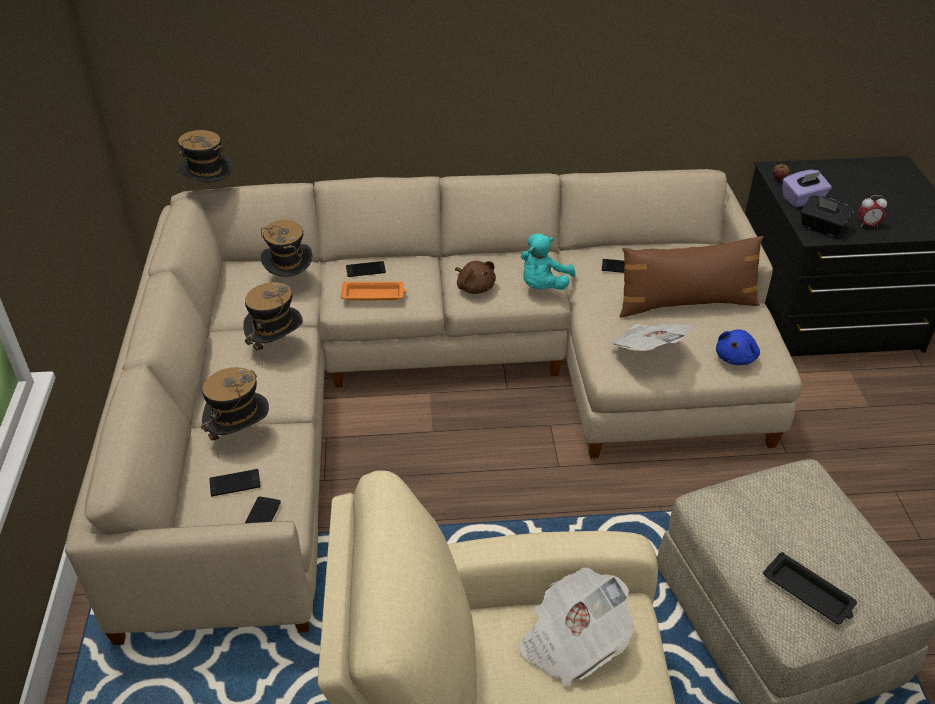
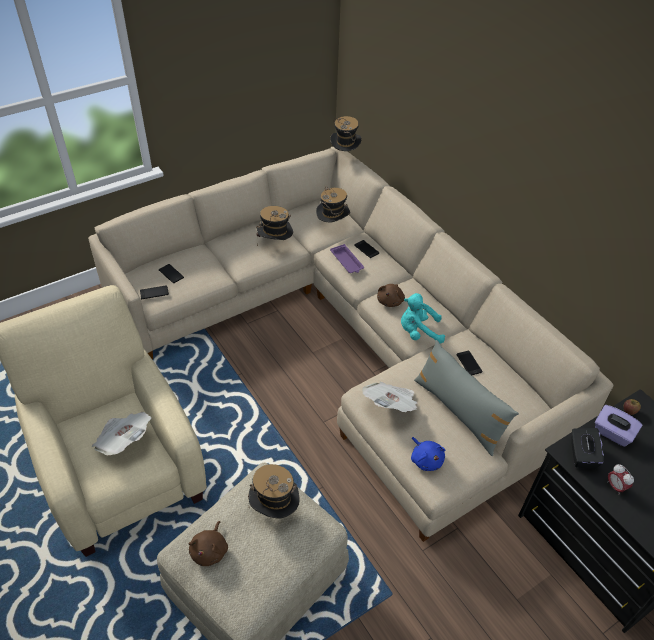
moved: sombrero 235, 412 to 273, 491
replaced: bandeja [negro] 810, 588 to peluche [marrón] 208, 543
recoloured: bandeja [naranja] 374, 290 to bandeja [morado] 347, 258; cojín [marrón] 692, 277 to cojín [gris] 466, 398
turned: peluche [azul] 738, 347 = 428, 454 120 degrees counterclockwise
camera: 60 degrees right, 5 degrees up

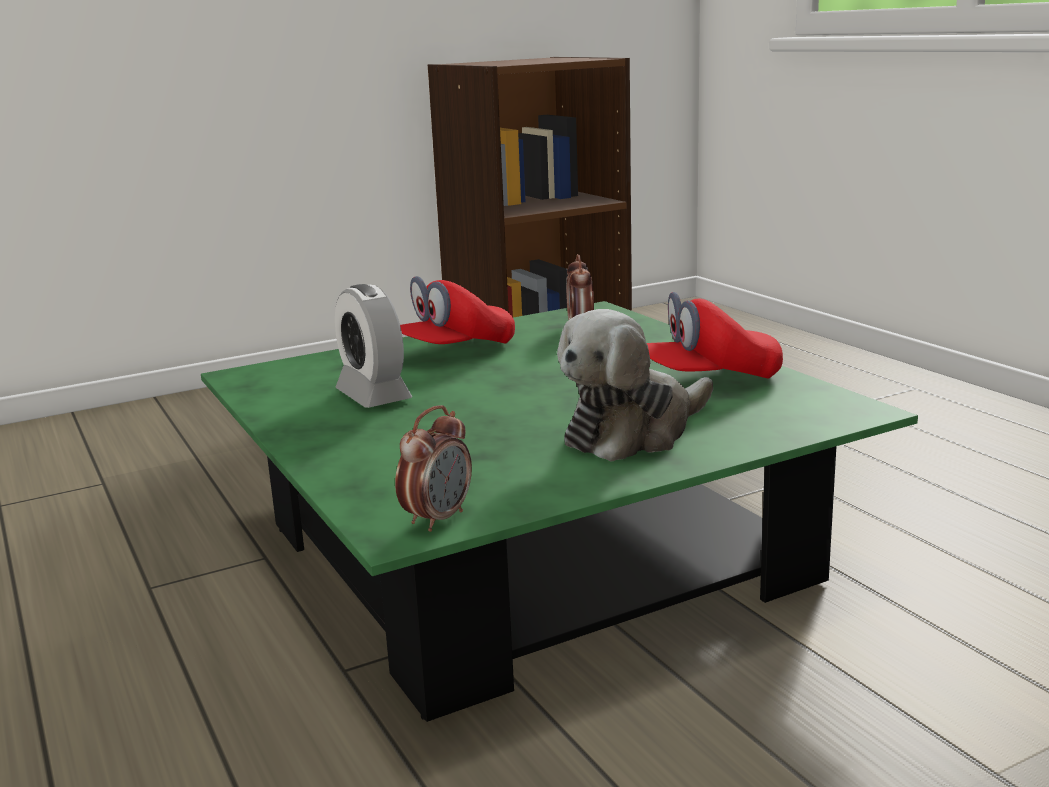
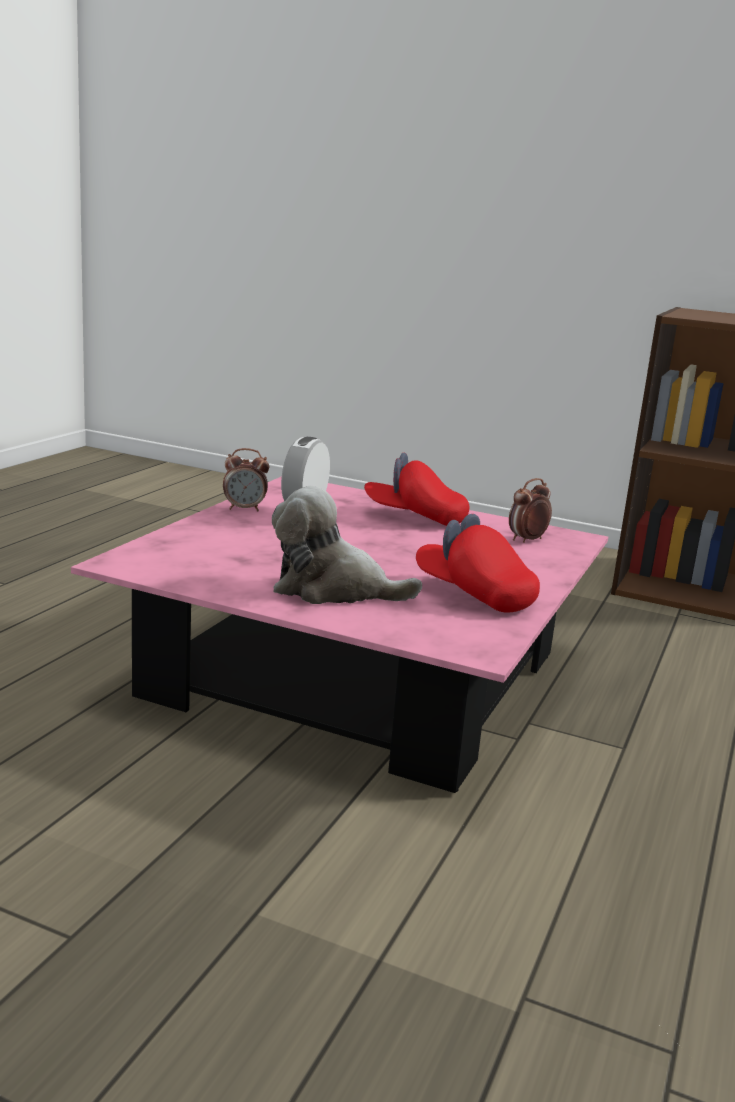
moved: despertador 433, 468 to 246, 479
recoloured: mesa de centro [verde] 559, 511 to mesa de centro [rosa] 339, 634
camera: 50 degrees right, 0 degrees up

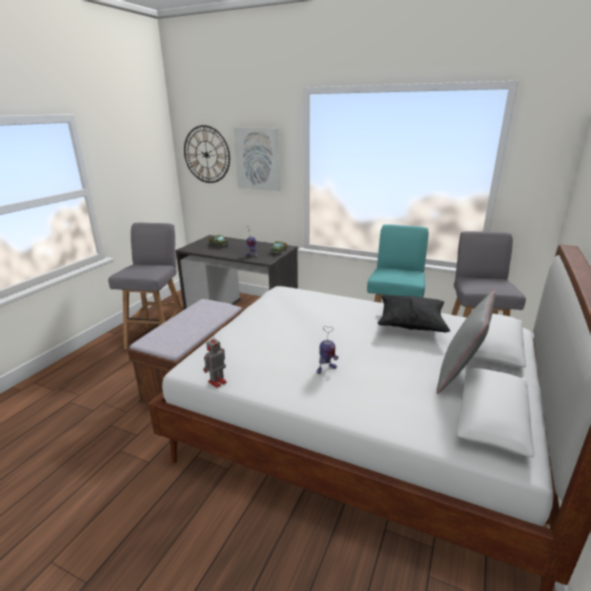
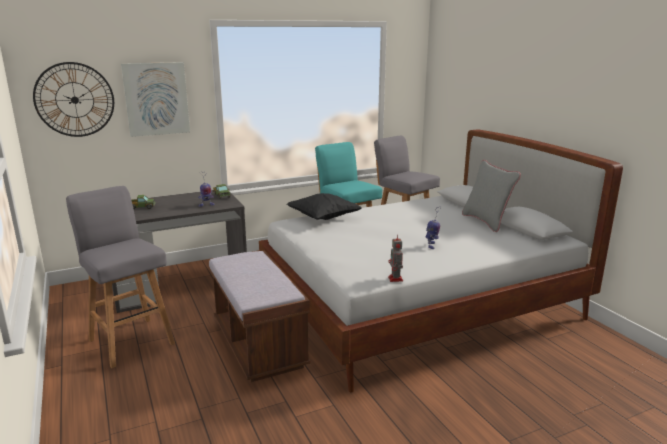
moved: cojín [negro] 414, 313 to 324, 206
camera: 50 degrees left, 5 degrees down

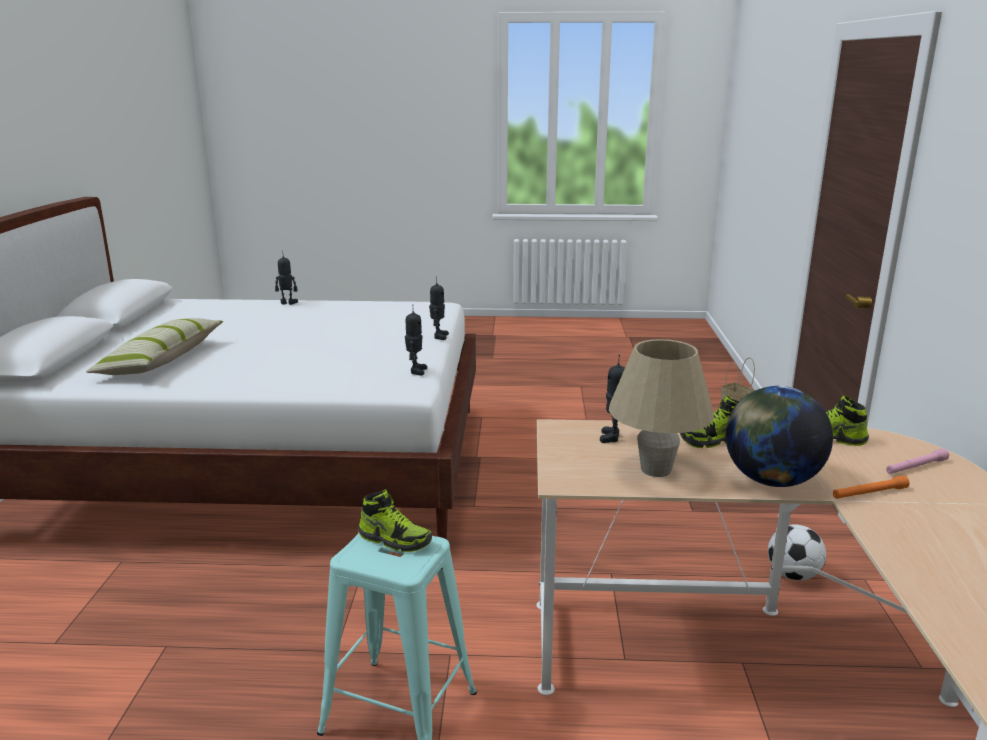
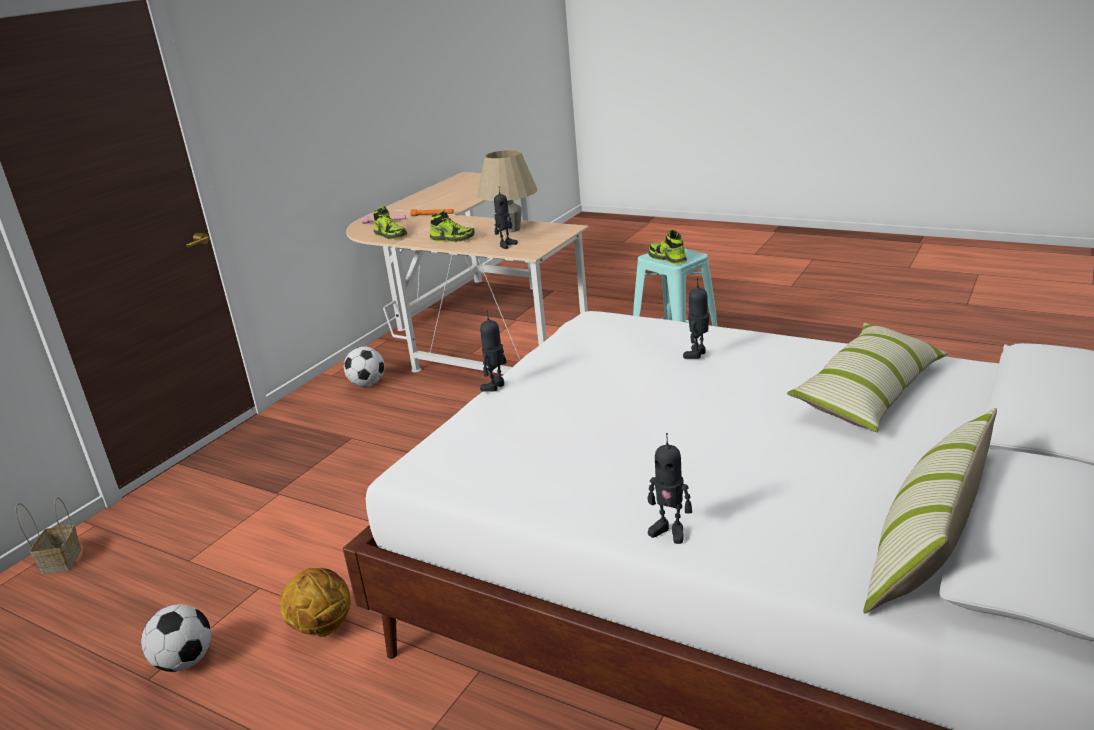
removed: globo terráqueo 779, 436
added: balón de fútbol 176, 638; balón de baloncesto 315, 602; cojín 930, 511
moved: robot de juguete 416, 340 to 696, 318
camera: 150 degrees left, 5 degrees up

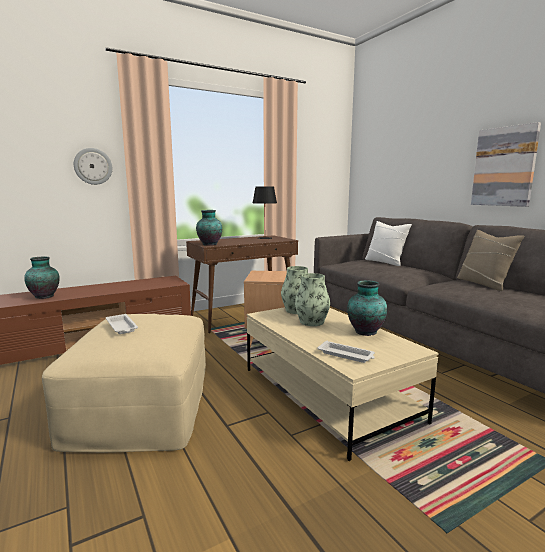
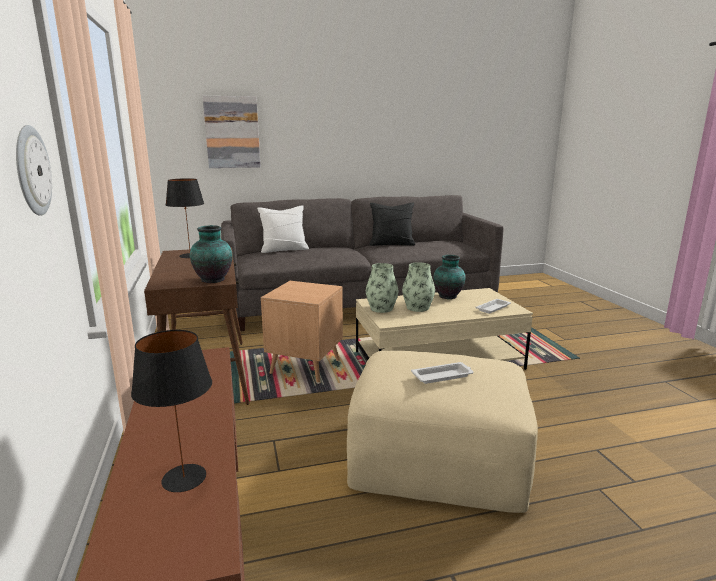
moved: cuadro 506, 164 to 232, 132
replaced: florero 42, 278 to lámpara de mesa [negro] 171, 411
recoloured: cojín [beis] 490, 260 to cojín [negro] 392, 224
camera: 75 degrees left, 5 degrees up

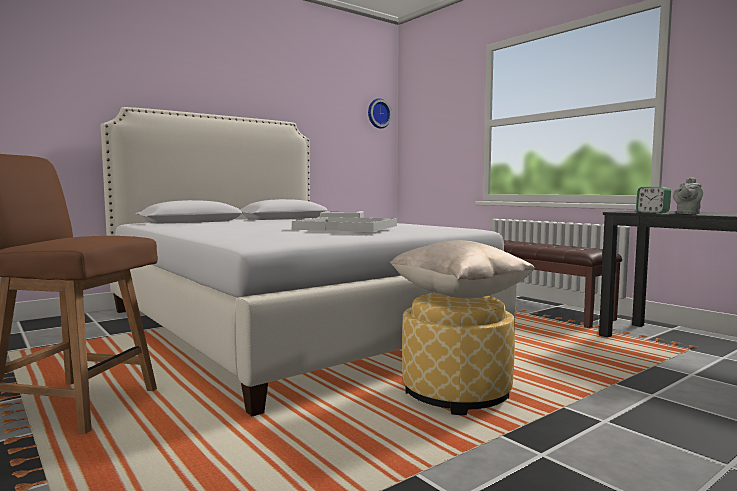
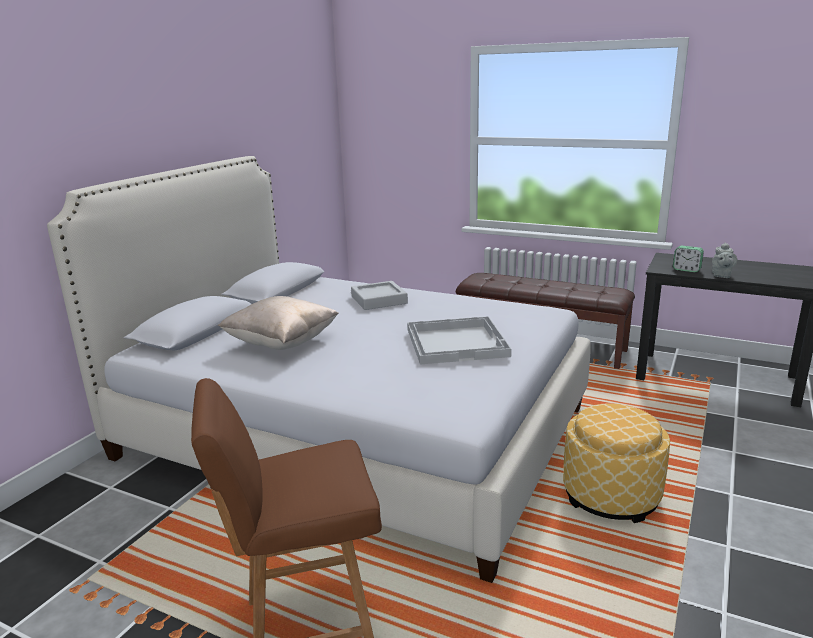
removed: reloj de pared 380, 113
moved: cojín [beis] 462, 269 to 278, 323
camera: 25 degrees left, 15 degrees up

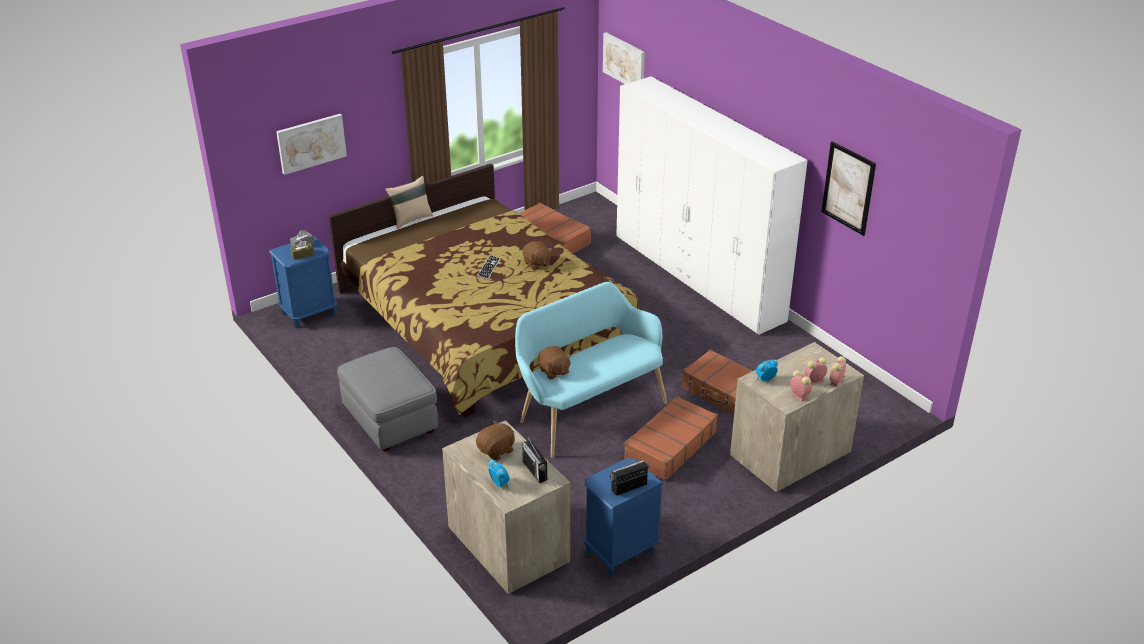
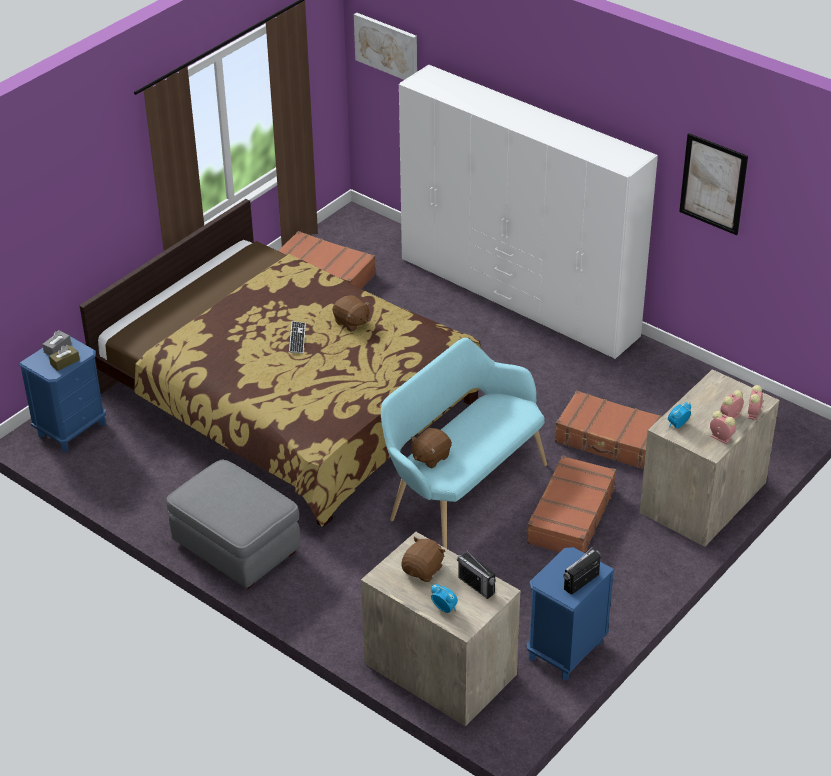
removed: cuadro 311, 144; cojín [beis] 409, 202
turned: peluche [marrón] 554, 362 = 431, 448 90 degrees clockwise
camera: 15 degrees left, 5 degrees up

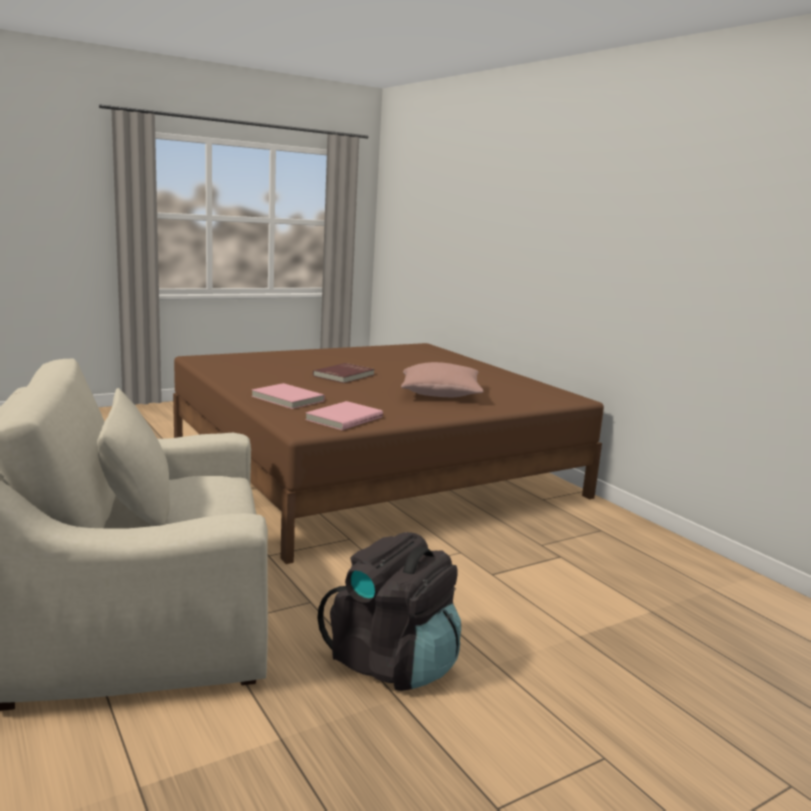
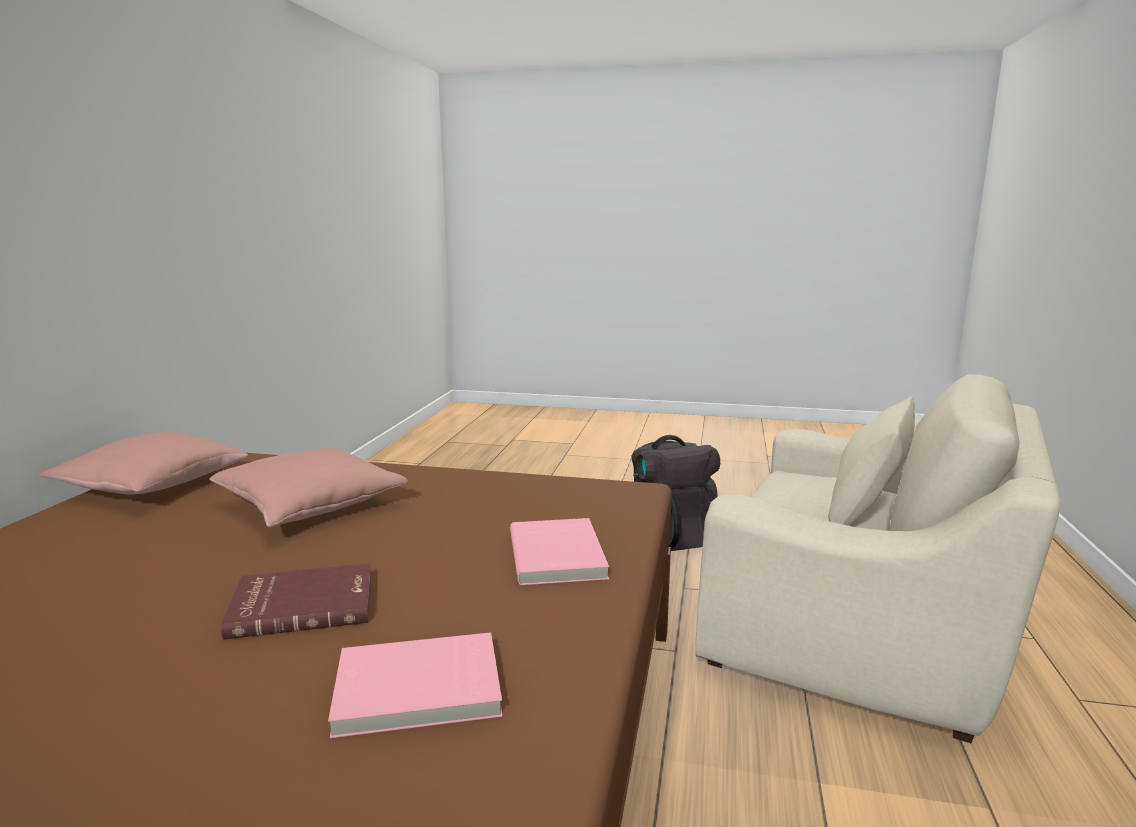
added: cojín [rosa] 143, 463
moved: libro [rosa] 344, 415 to 415, 685
camera: 135 degrees left, 0 degrees up

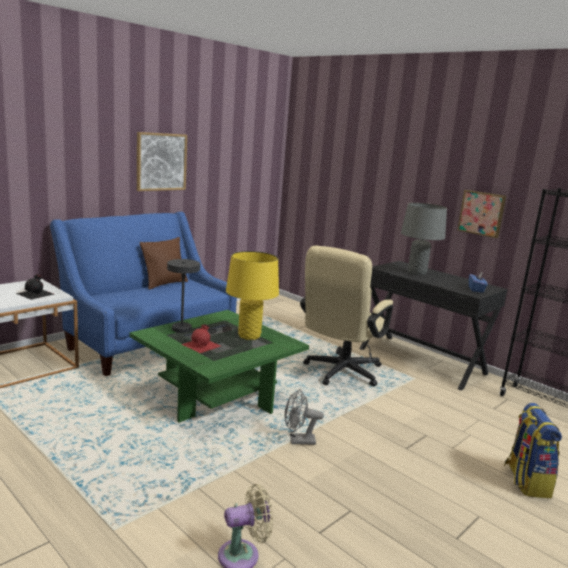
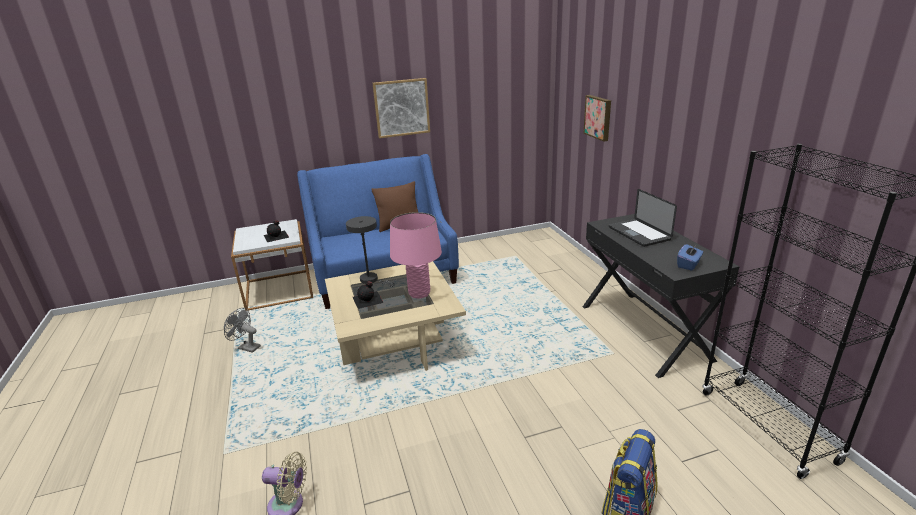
removed: silla de oficina [beis] 346, 316
moved: ventilador [gris] 304, 417 to 242, 330; cuadro 482, 214 to 597, 118
replaced: lámpara de mesa [gris] 424, 239 to portátil 643, 218
recoloured: mesa de centro [verde] 219, 366 to mesa de centro [beis] 395, 316; botella [rojo] 201, 338 to botella [negro] 368, 295; lámpara de mesa [amarillo] 252, 295 to lámpara de mesa [rosa] 416, 255
camera: 30 degrees right, 10 degrees up

